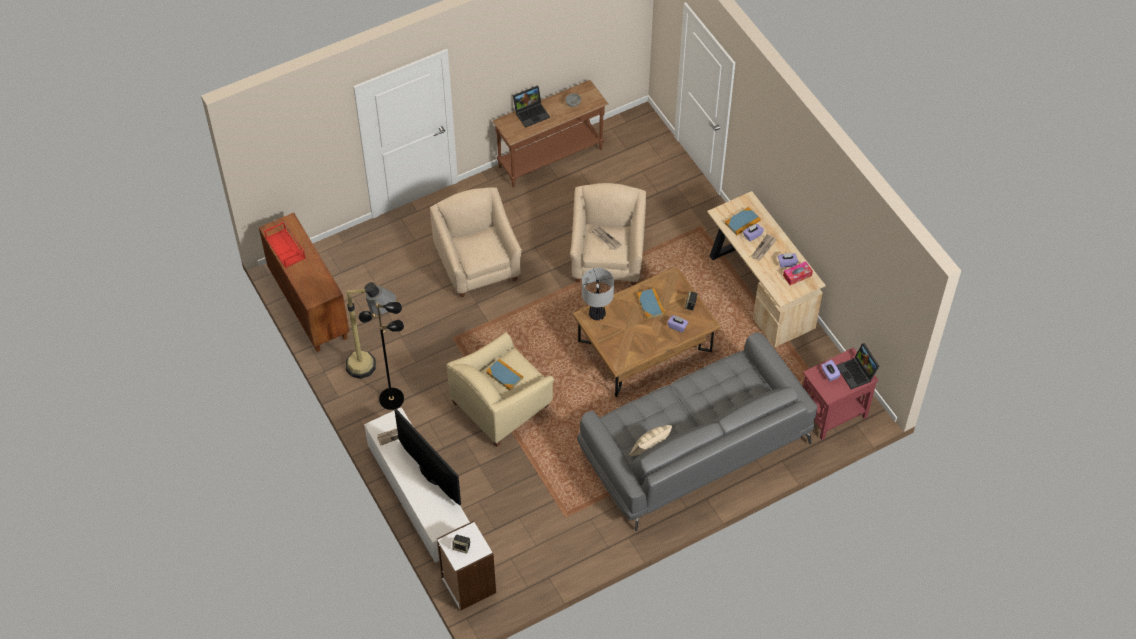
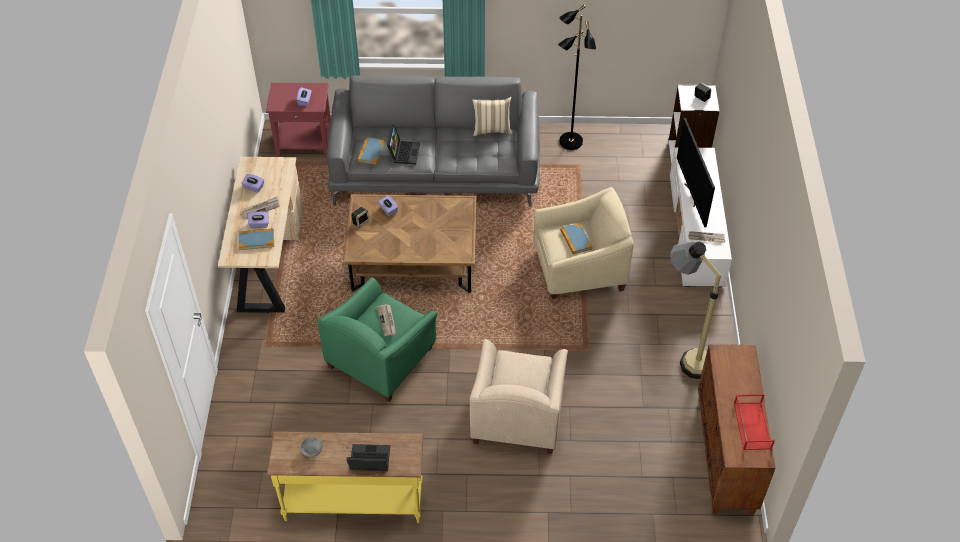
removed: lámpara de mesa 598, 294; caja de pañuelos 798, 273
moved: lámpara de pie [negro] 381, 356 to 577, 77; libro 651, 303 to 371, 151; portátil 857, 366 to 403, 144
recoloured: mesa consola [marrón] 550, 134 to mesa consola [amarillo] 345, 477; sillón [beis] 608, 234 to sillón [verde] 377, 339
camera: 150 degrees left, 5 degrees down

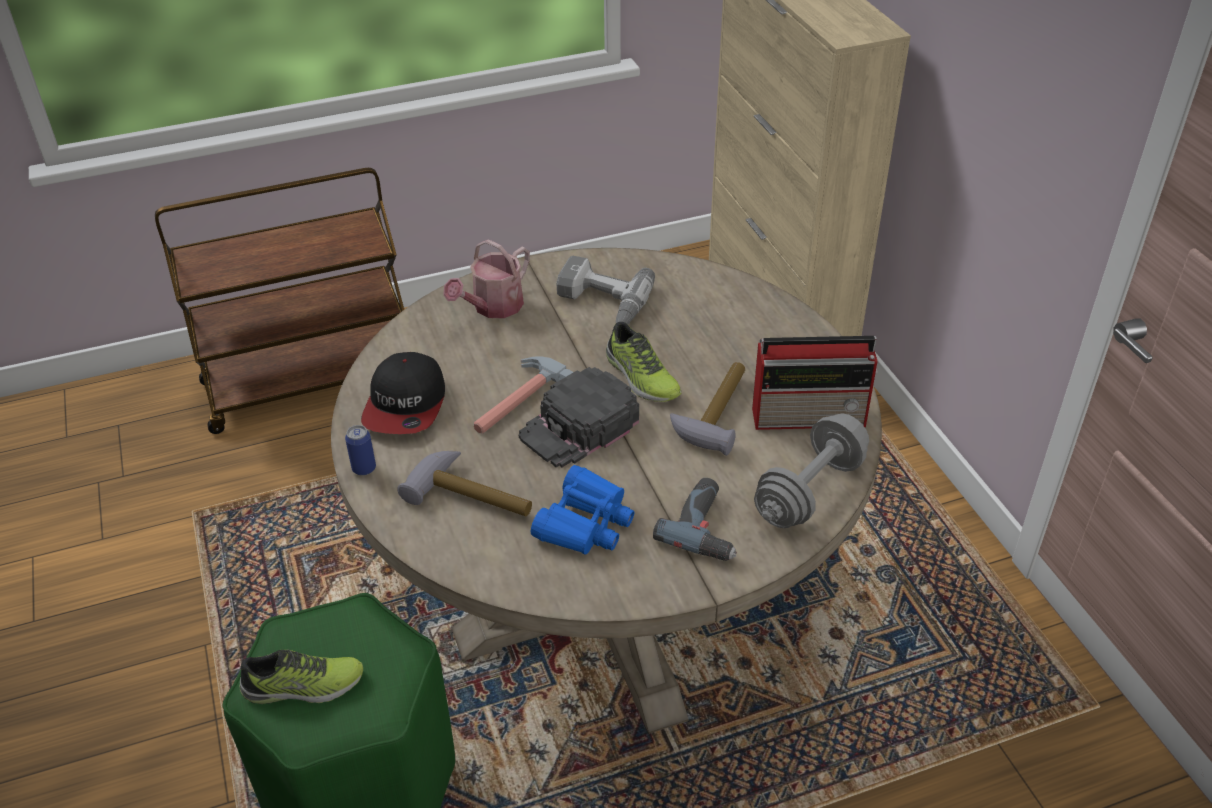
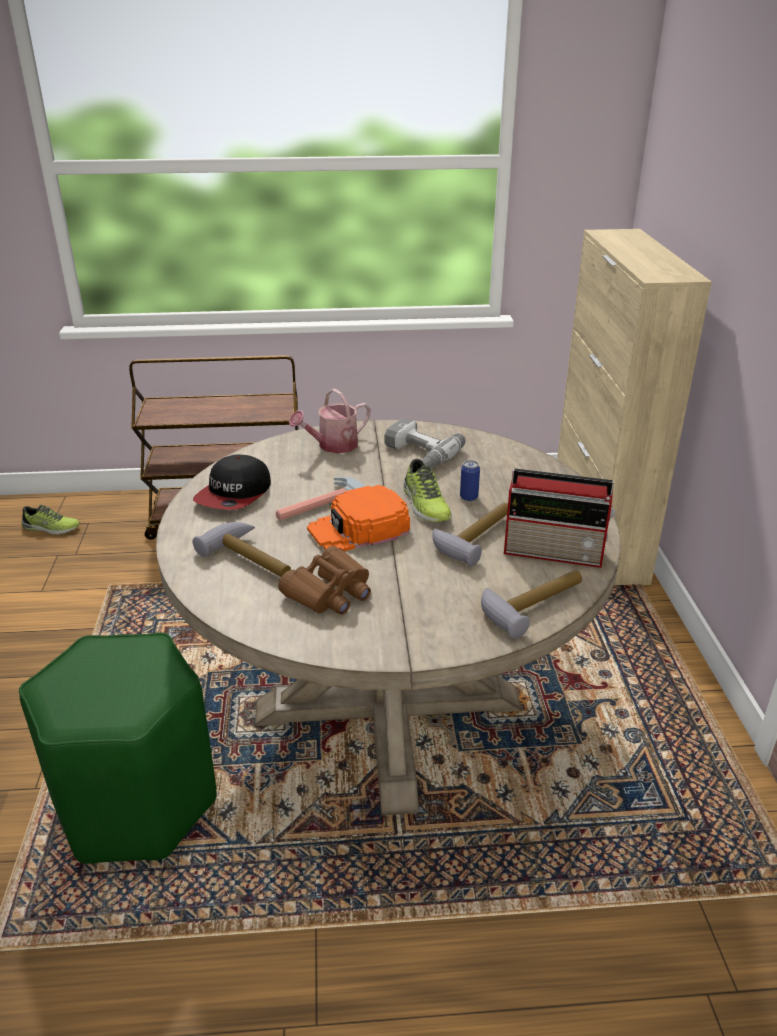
removed: taladro 695, 519
moved: zapato 301, 677 to 51, 520; lata 360, 450 to 470, 480
replaced: mancuerna [gris] 811, 470 to martillo 531, 604
recoloured: gorra [negro] 579, 417 to gorra [naranja] 358, 518; prismáticos [azul] 582, 509 to prismáticos [marrón] 324, 580
camera: 15 degrees right, 10 degrees down

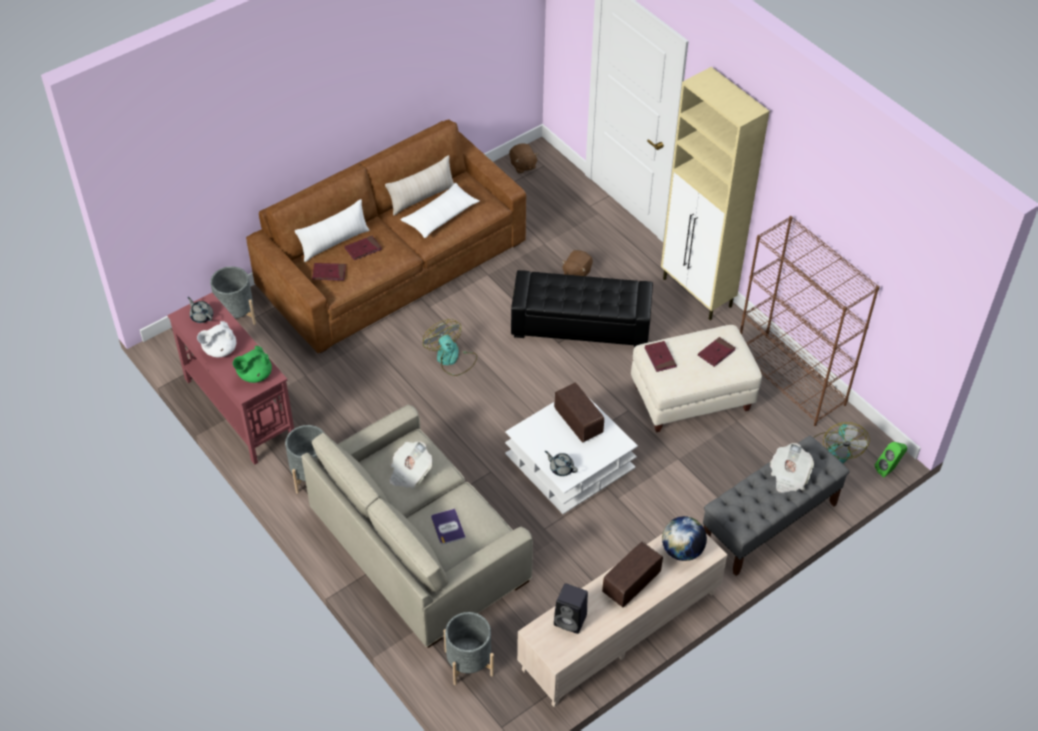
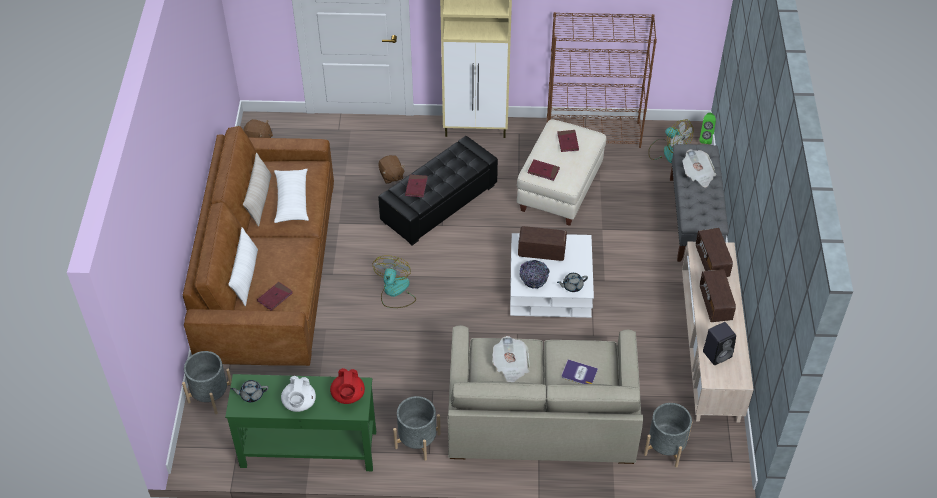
added: cuenco 535, 274
moved: libro [rojo] 363, 248 to 416, 185
replaced: globo terráqueo 684, 538 to radio 714, 252
recoloured: mesa consola [rojo] 230, 379 to mesa consola [verde] 300, 422; tetera [verde] 252, 364 to tetera [rojo] 347, 386
turned: ventilador 450, 347 = 394, 281 90 degrees clockwise
camera: 50 degrees left, 0 degrees up

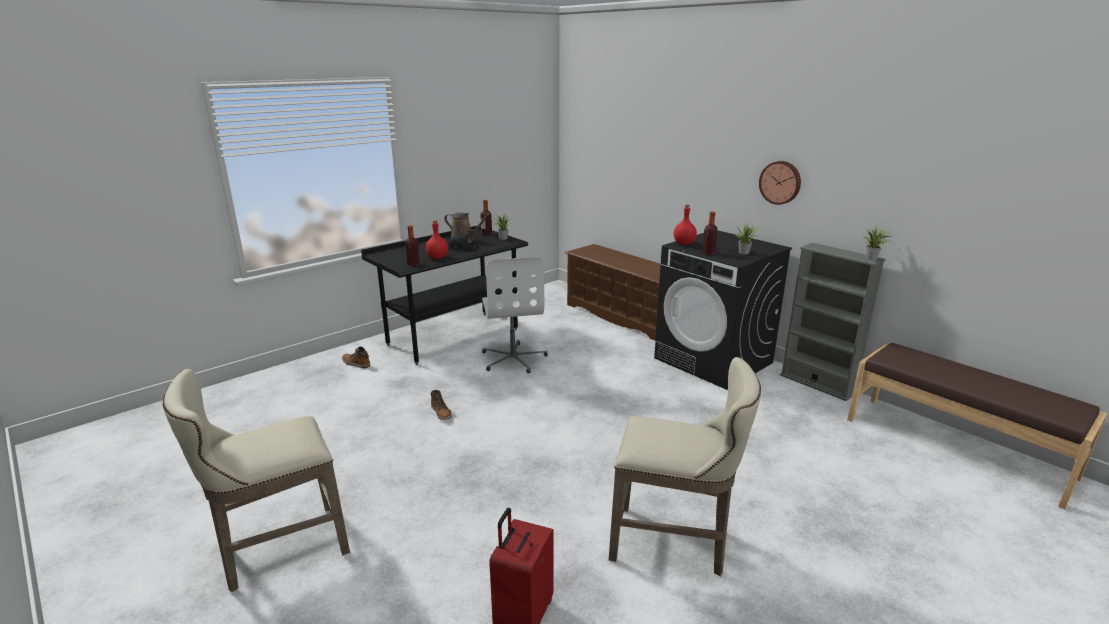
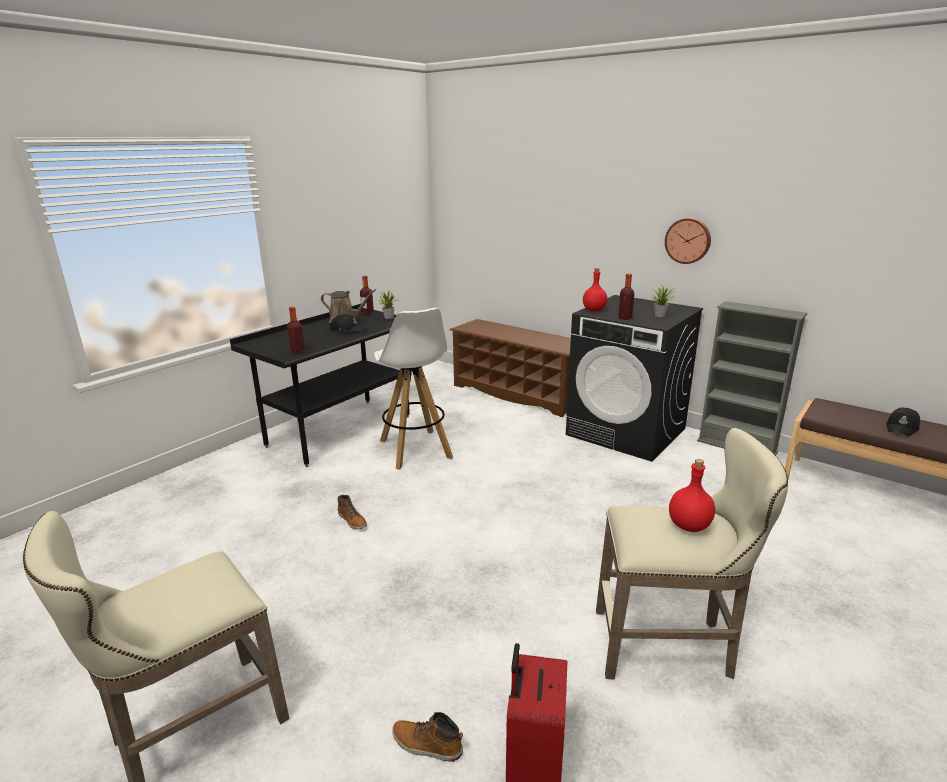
removed: planta en maceta 878, 243
added: gorra [negro] 903, 422
moved: bota 356, 357 to 427, 737; botella [rojo] 437, 239 to 692, 495
replaced: silla de oficina [blanco] 515, 315 to taburete [blanco] 413, 389
camera: 10 degrees left, 0 degrees up

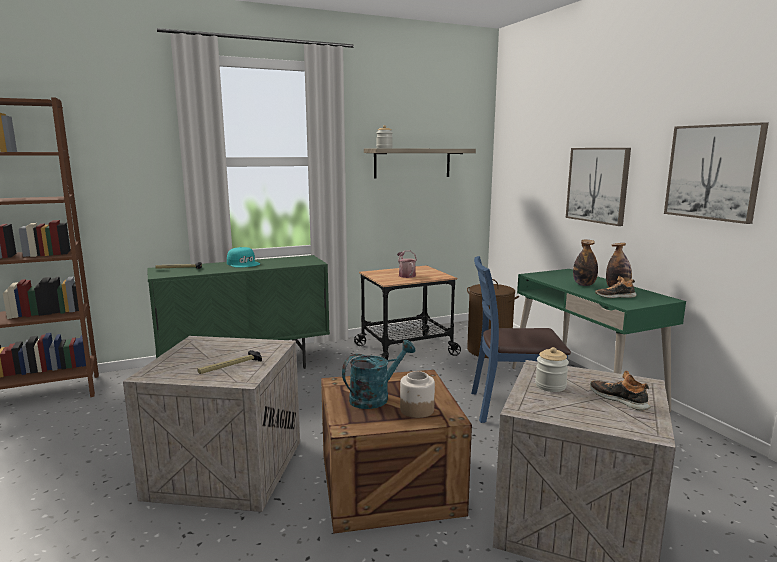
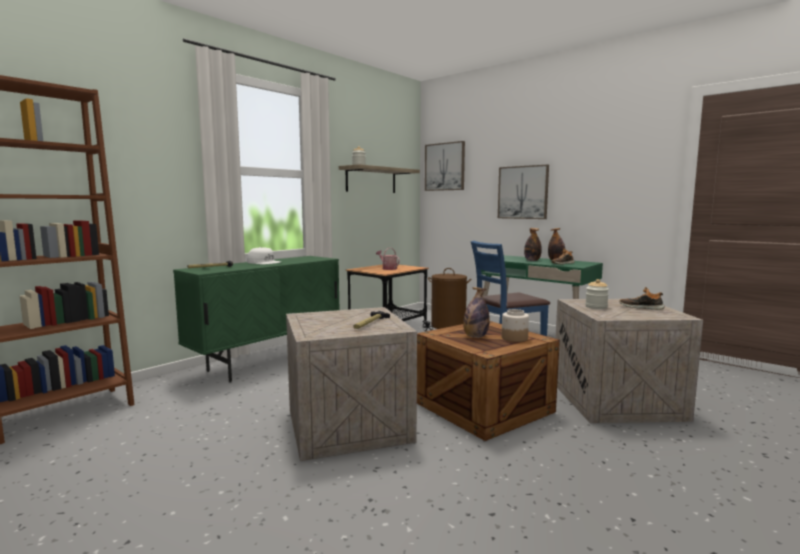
moved: cuadro 716, 173 to 445, 166
replaced: regadera [turquesa] 378, 374 to botella 476, 312
recoloured: gorra [turquesa] 243, 257 to gorra [blanco] 264, 255
camera: 25 degrees left, 5 degrees down

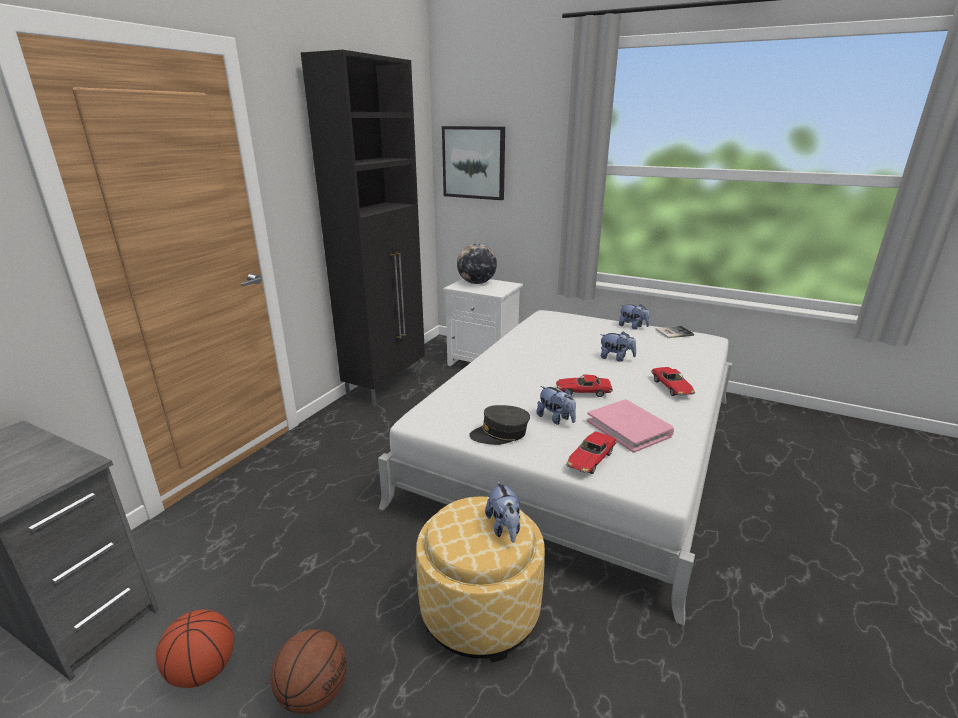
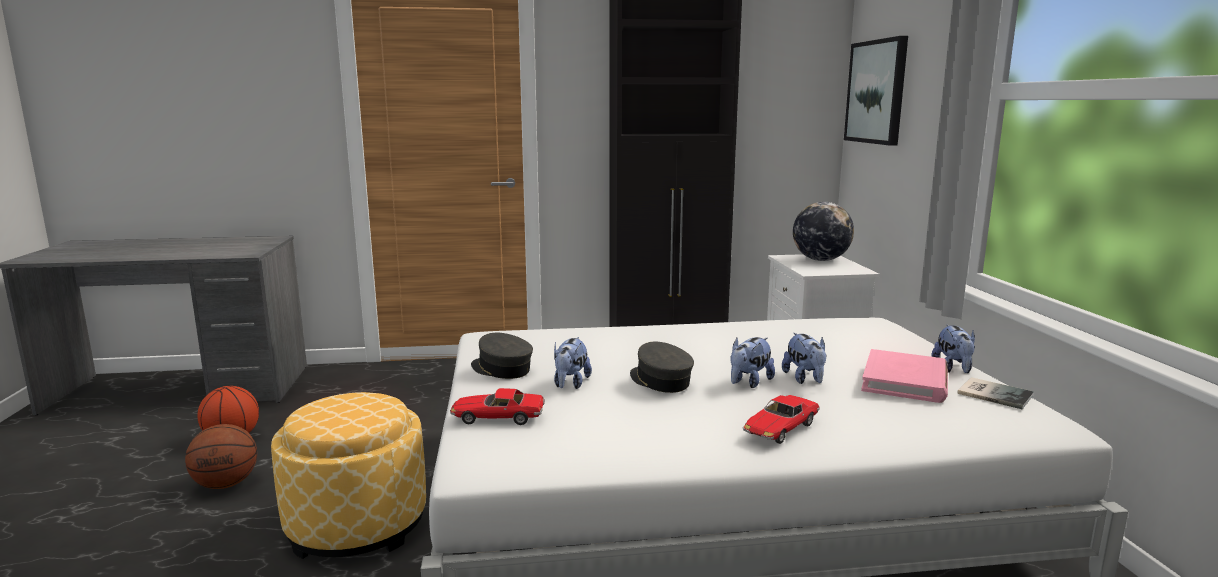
moved: peluche 502, 511 to 752, 362; libro [rosa] 630, 426 to 904, 376
replaced: coche de juguete 584, 385 to gorra [gris] 662, 367
camera: 55 degrees right, 10 degrees down

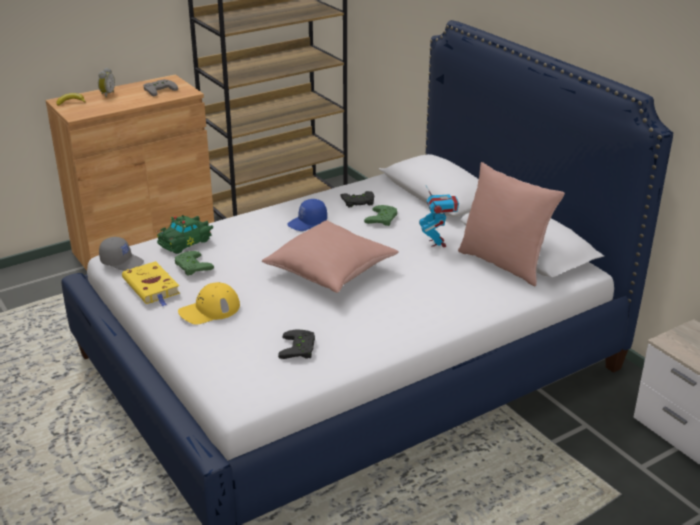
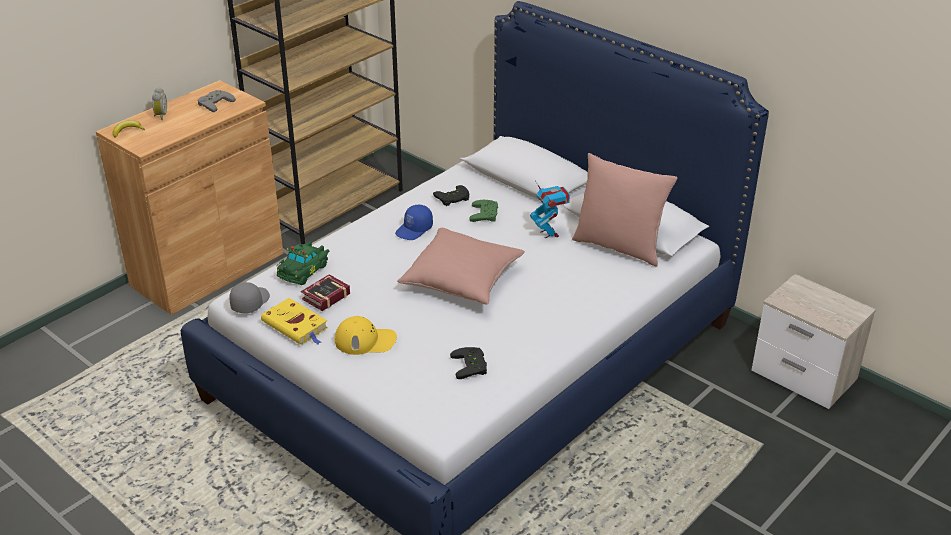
replaced: mando de consola [verde] 194, 263 to libro 325, 292
turned: gorra [gris] 121, 254 = 249, 298 75 degrees counterclockwise; gorra [amarillo] 209, 303 = 365, 335 135 degrees counterclockwise
camera: 15 degrees left, 5 degrees up

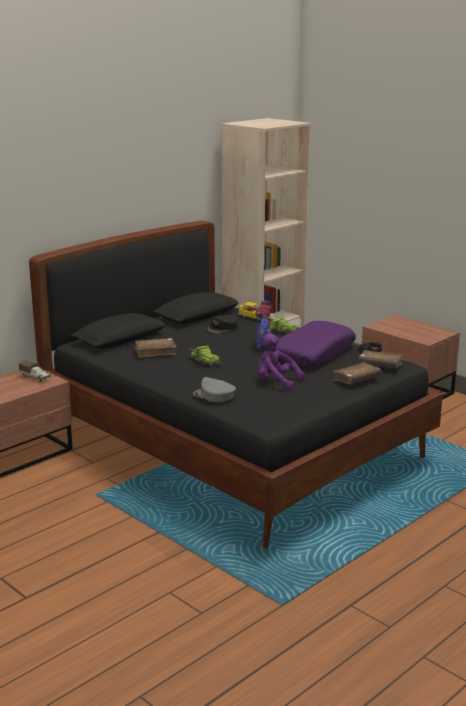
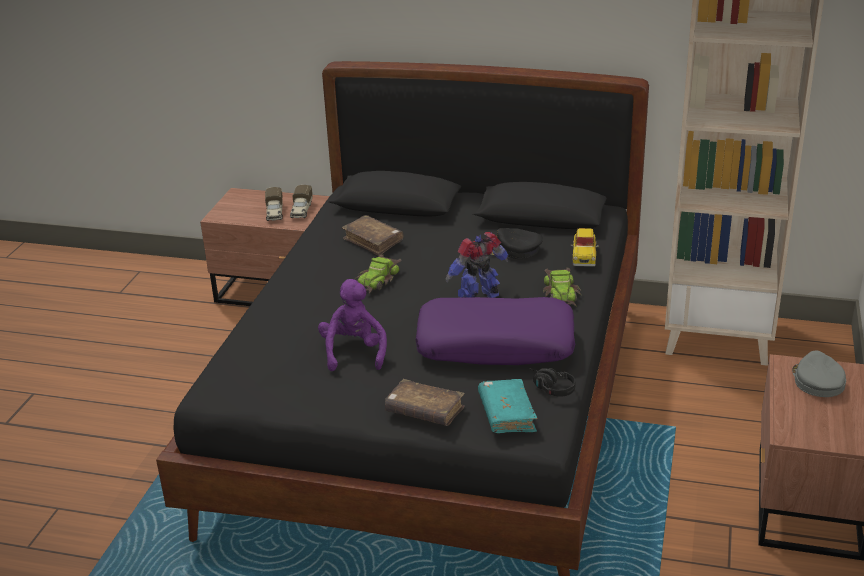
added: camión de juguete 274, 204
moved: gorra [gris] 214, 389 to 819, 374
recoloured: libro [marrón] 381, 359 to libro [turquesa] 508, 406
camera: 60 degrees right, 10 degrees up

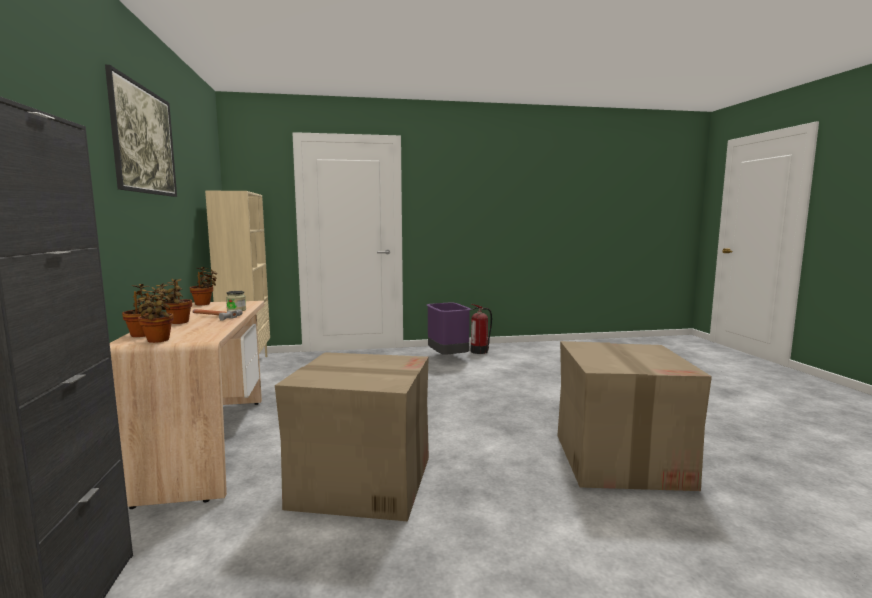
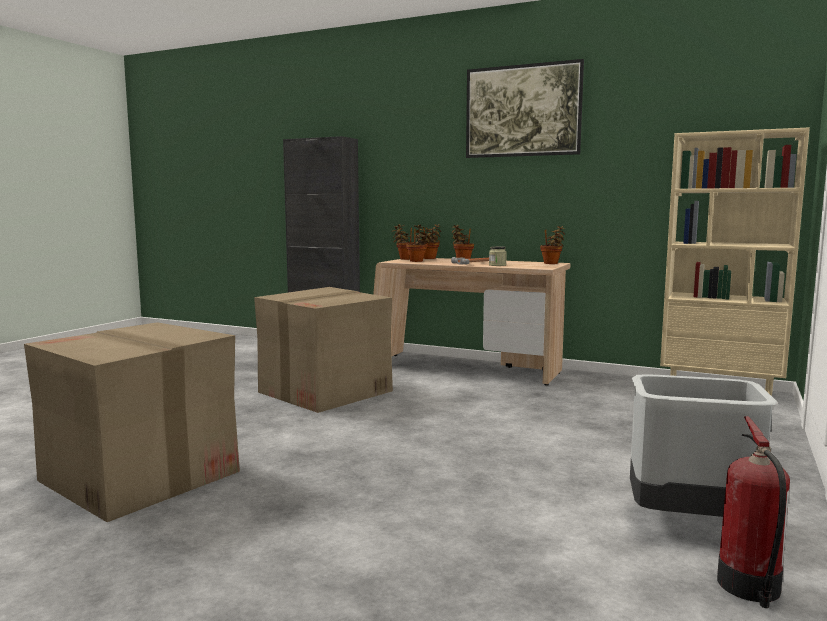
added: planta en maceta 419, 243
recoloured: papelera [morado] 449, 329 to papelera [gris] 703, 445
camera: 125 degrees right, 0 degrees up

